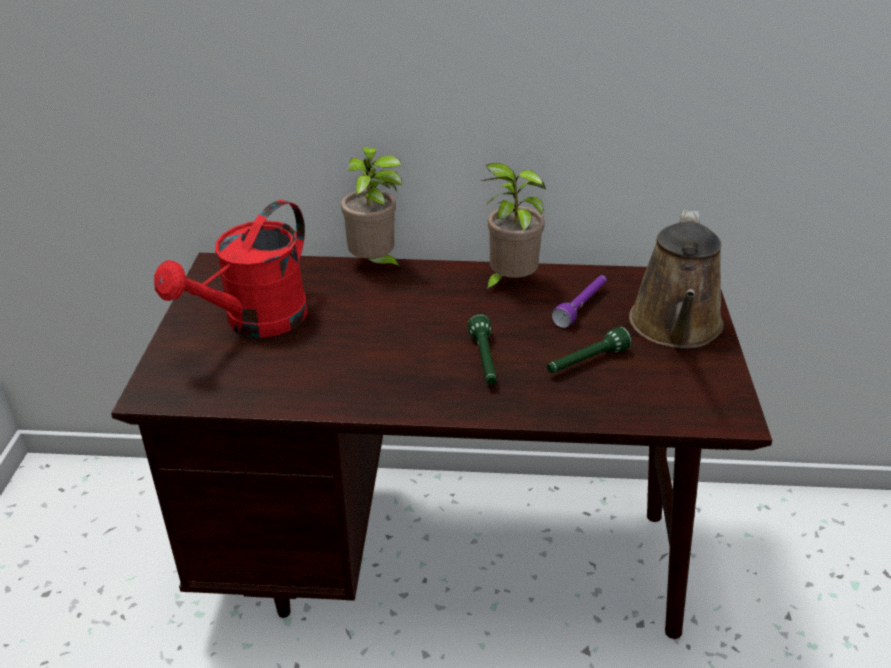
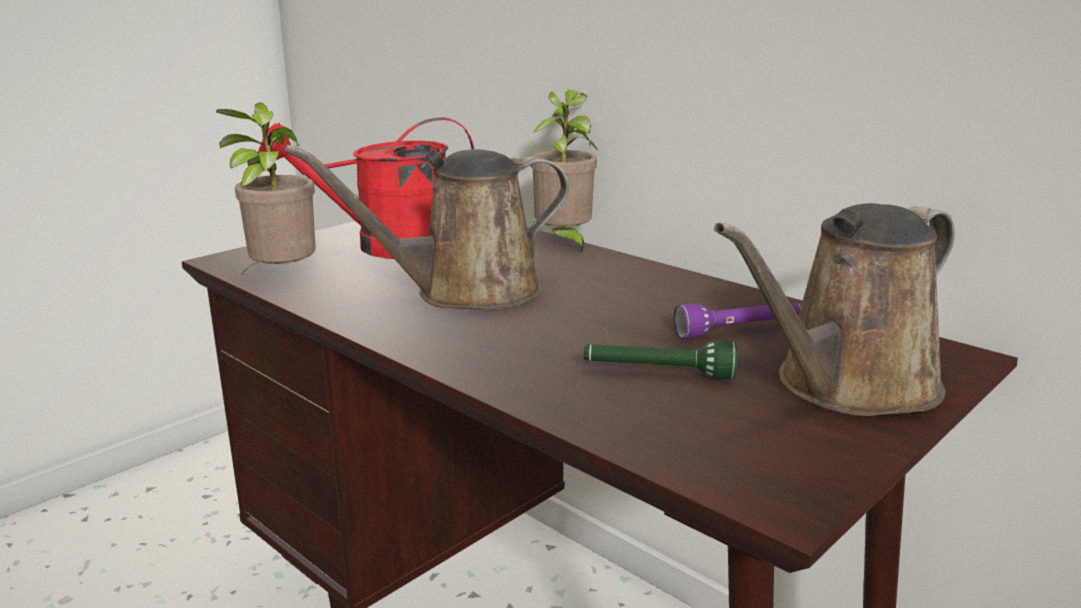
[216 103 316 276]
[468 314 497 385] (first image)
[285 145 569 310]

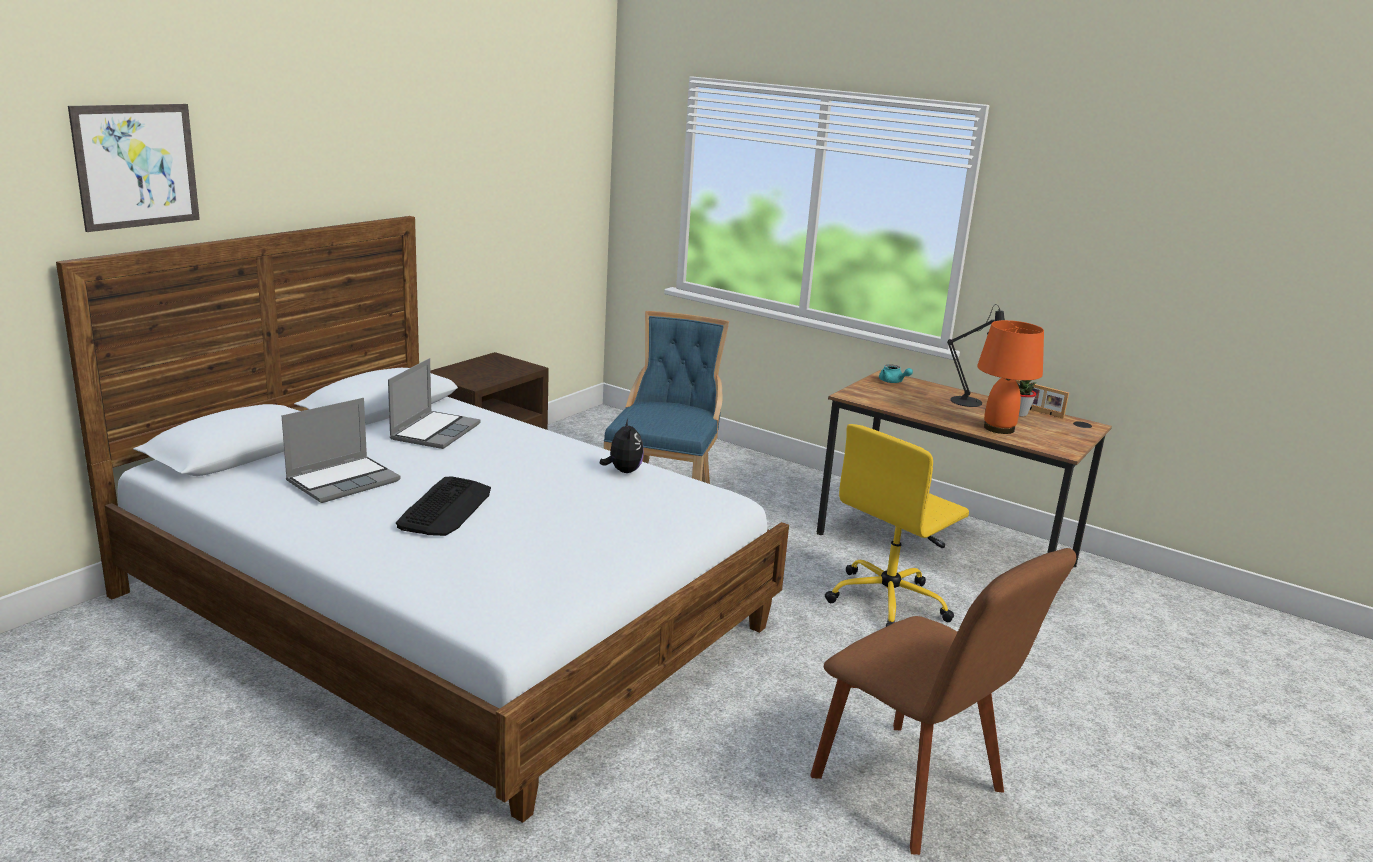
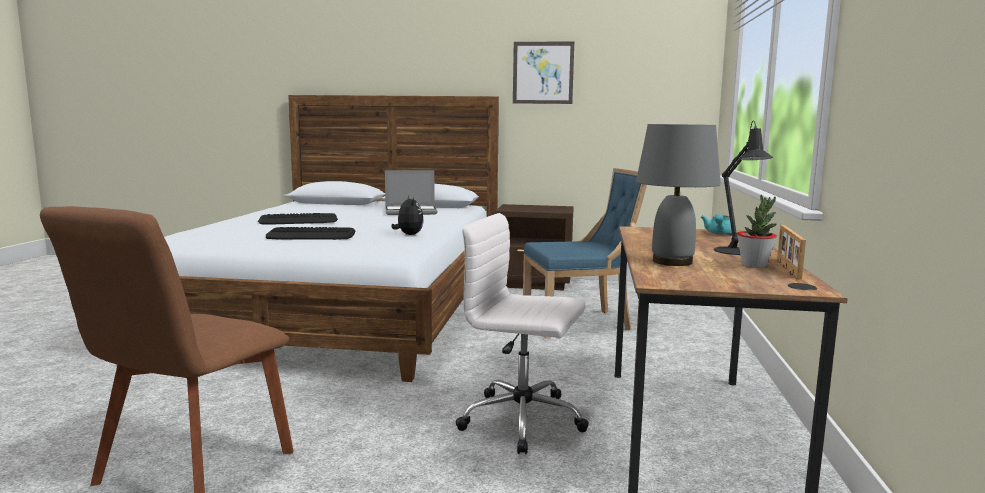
[513 42 574 104]
[636 124 721 266]
[281 398 401 503] (first image)
[391 196 424 235]
[456 213 589 454]
[266 227 356 240]

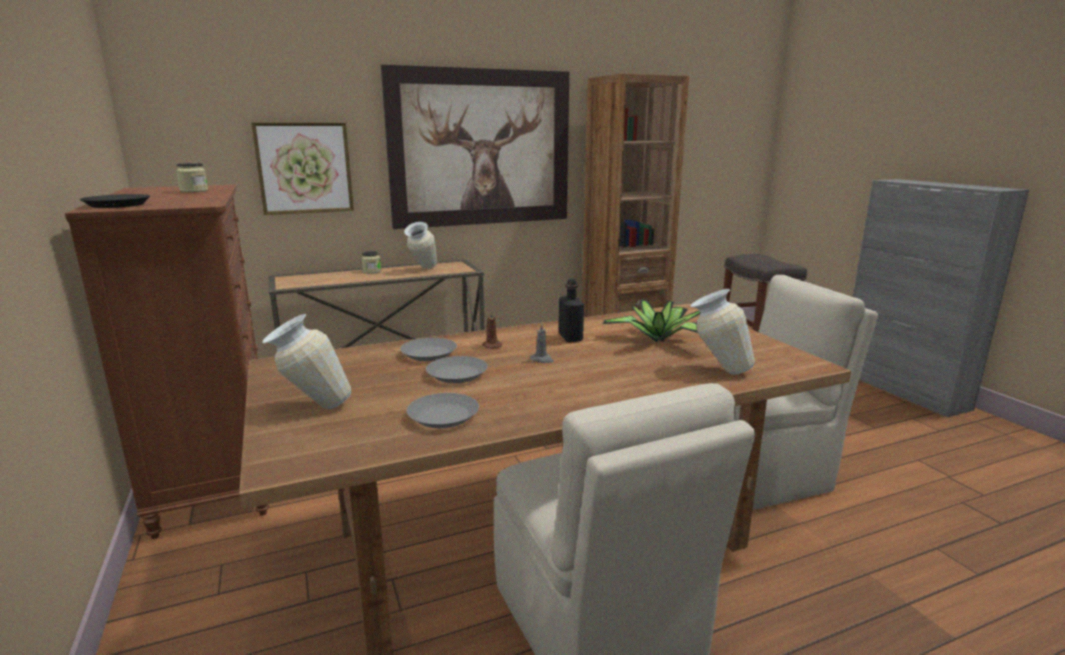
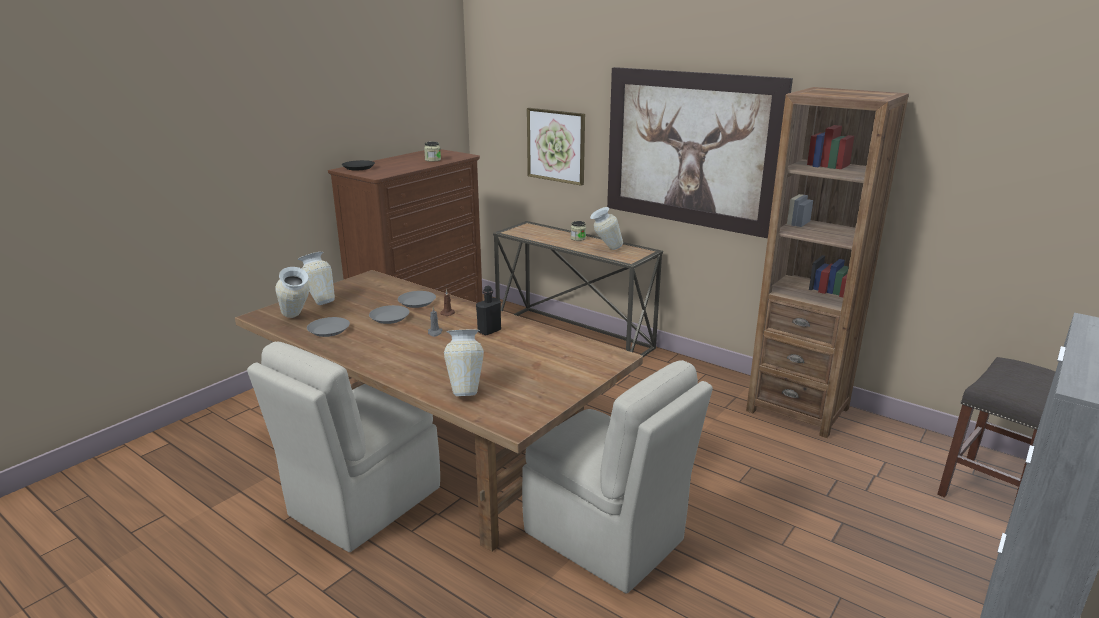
[603 300 700 342] (first image)
[275 267 310 318]

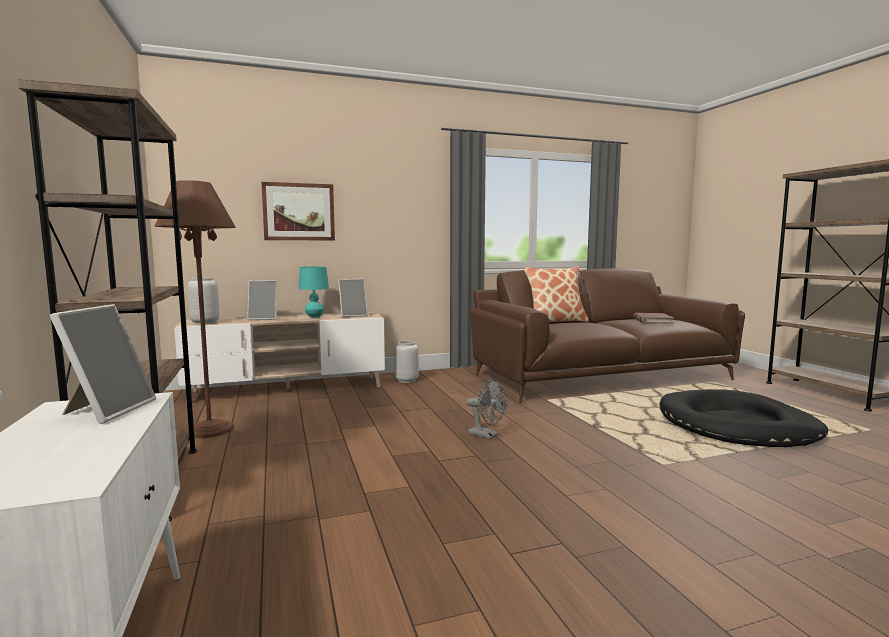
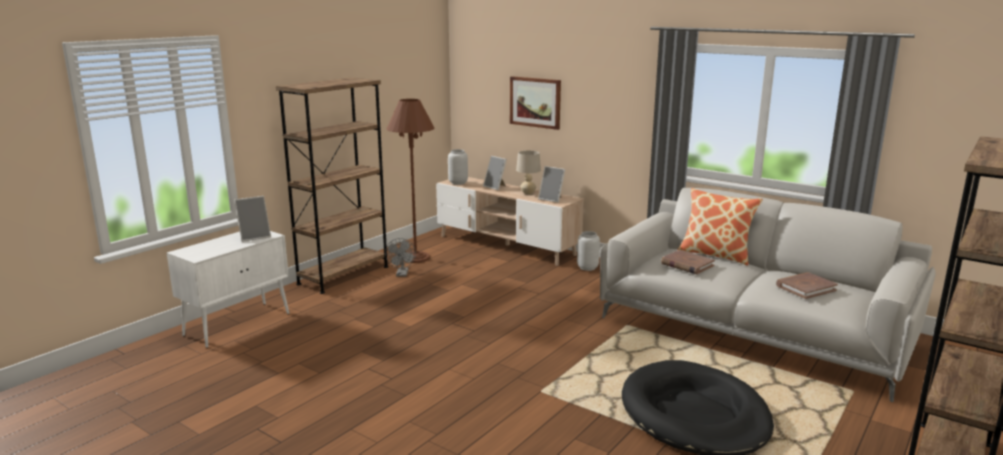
[516 150 541 195]
[600 188 936 402]
[385 238 416 276]
[661 250 715 274]

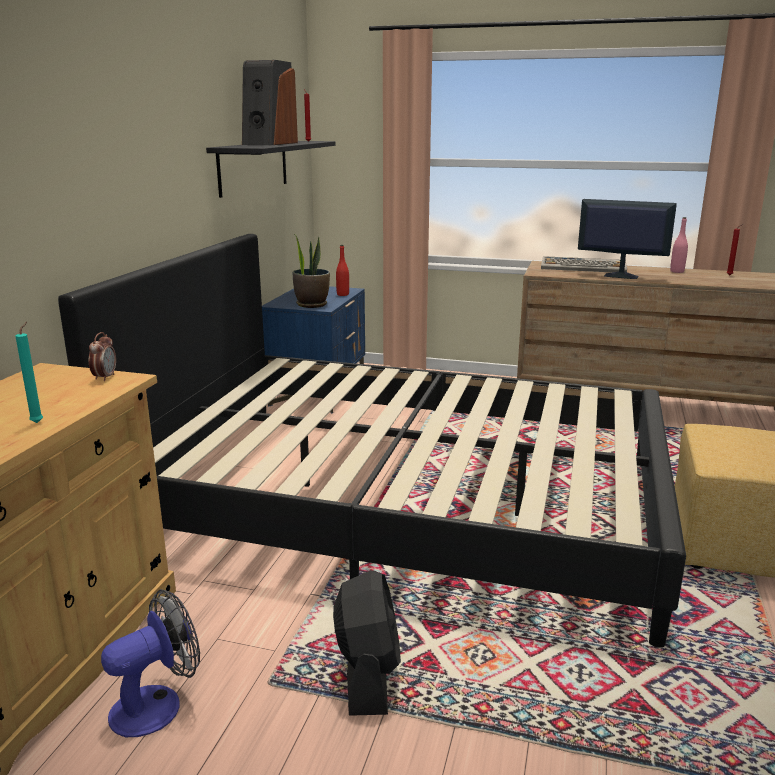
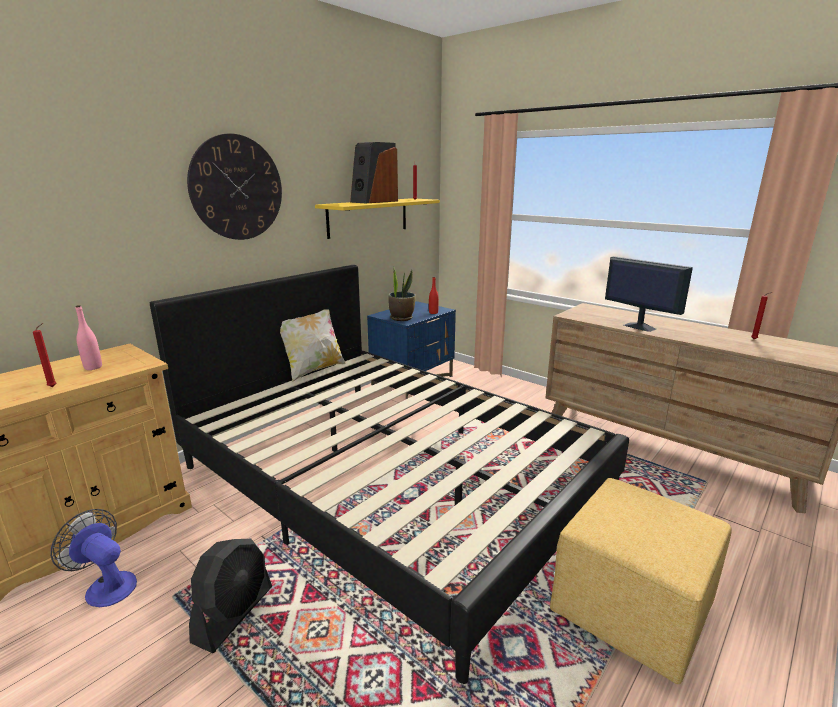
[315 198 440 239]
[75 305 102 370]
[541 256 627 272] (first image)
[33 323 56 387]
[89 332 116 381] (first image)
[50 509 137 607]
[187 133 282 240]
[280 309 345 382]

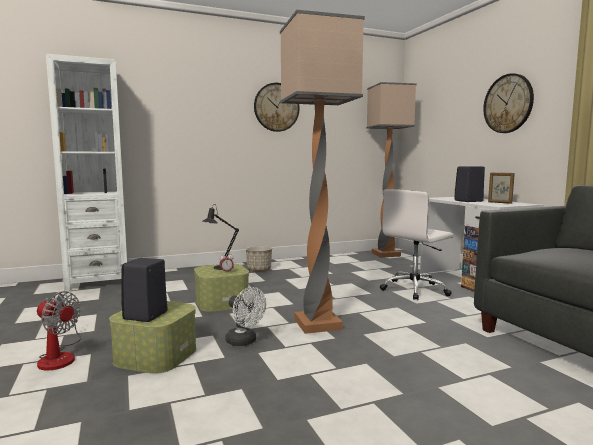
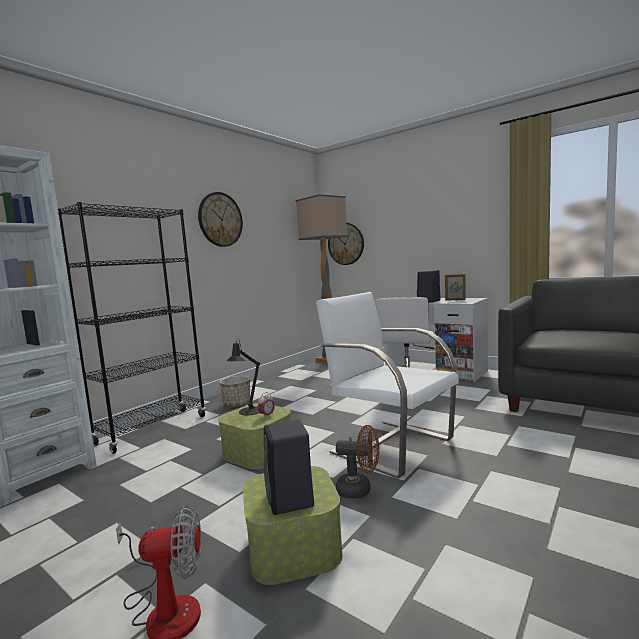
[316 292 459 478]
[328 223 364 265]
[336 425 379 499]
[58 202 206 454]

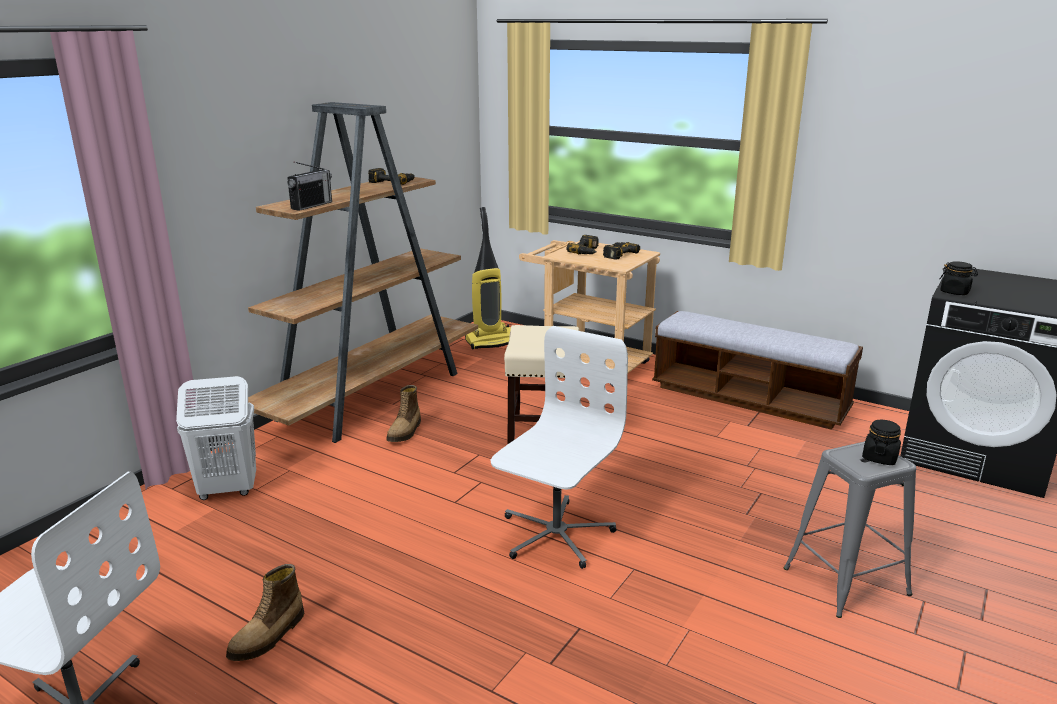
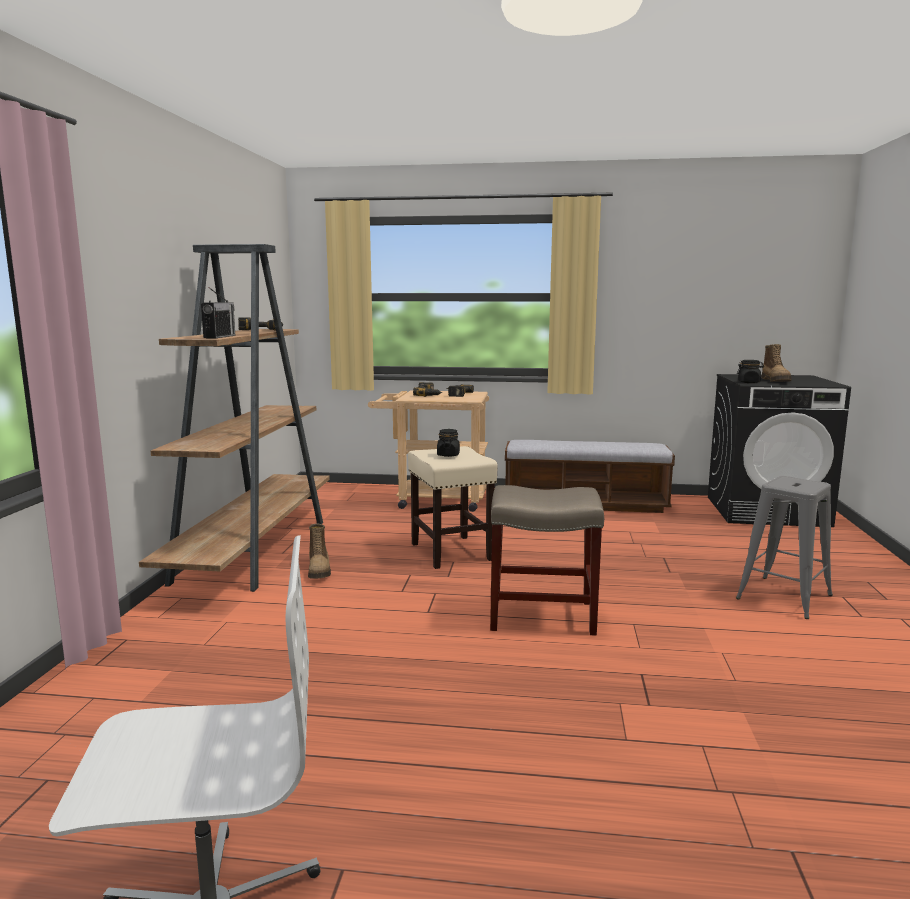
[465 207 511 349] (first image)
[490 485 604 635]
[176 376 256 500] (first image)
[437 429 460 457]
[761 344 792 382]

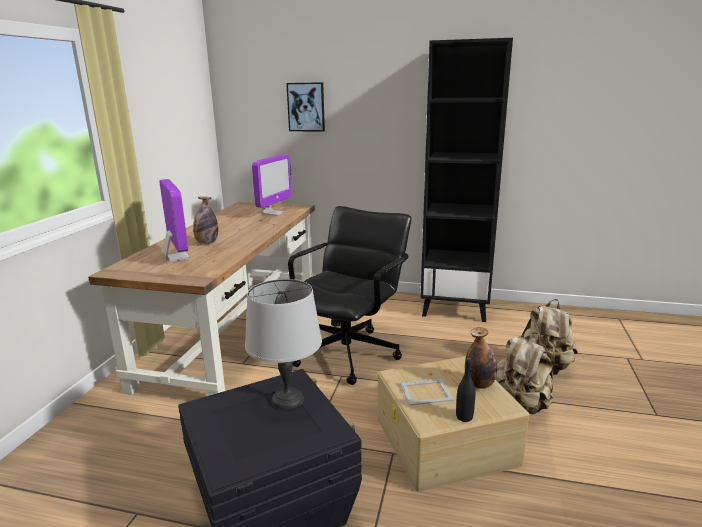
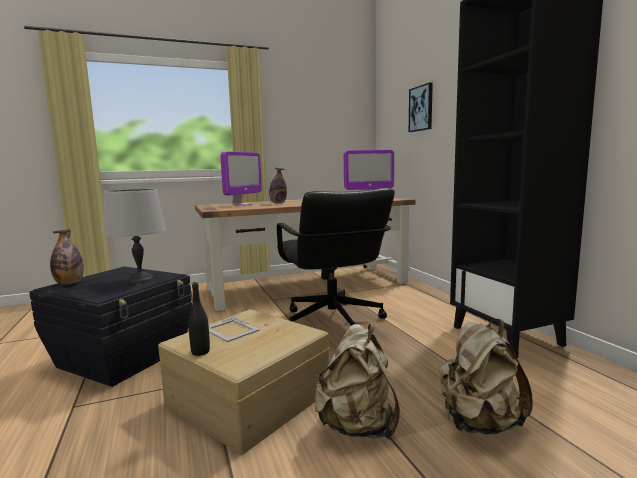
[277 188 395 326]
[50 229 84 285]

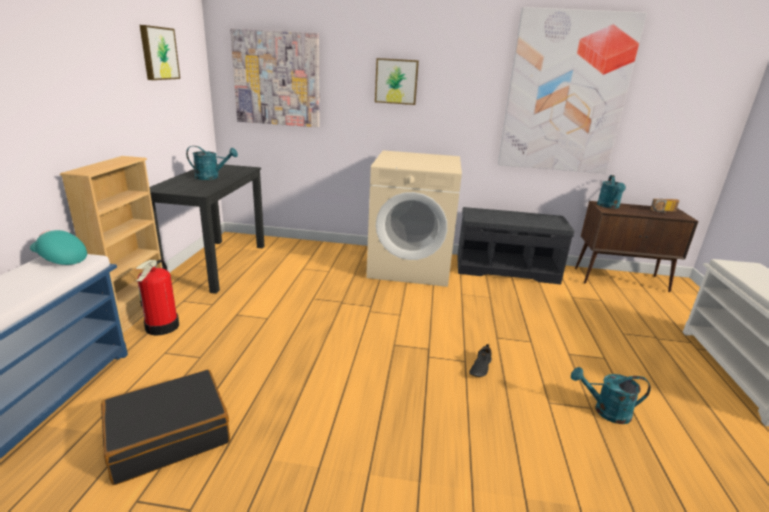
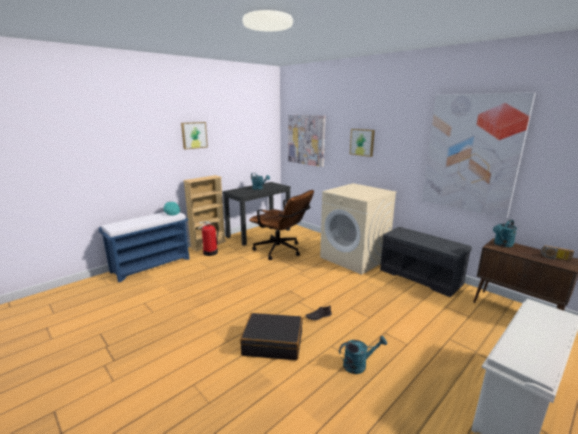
[181 122 208 149]
[339 336 387 374]
[240 313 303 360]
[249 190 314 260]

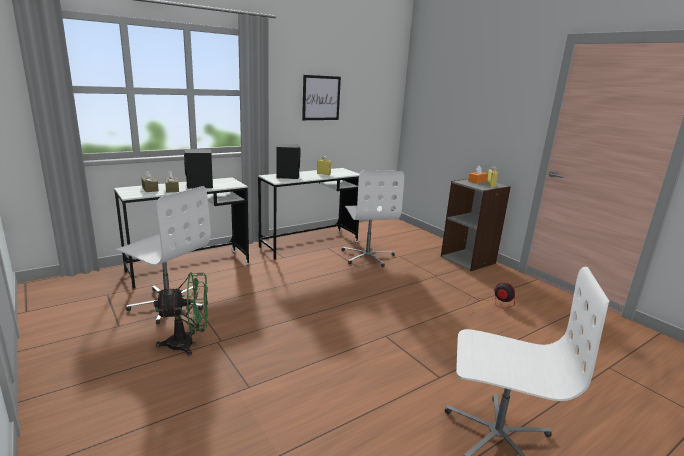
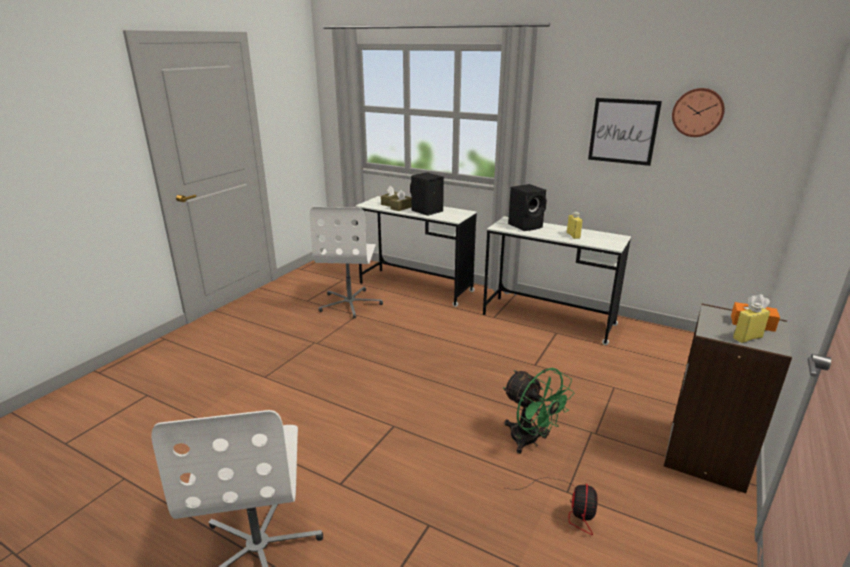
[342 170 404 267] (first image)
[503 368 574 454]
[672 88 725 137]

